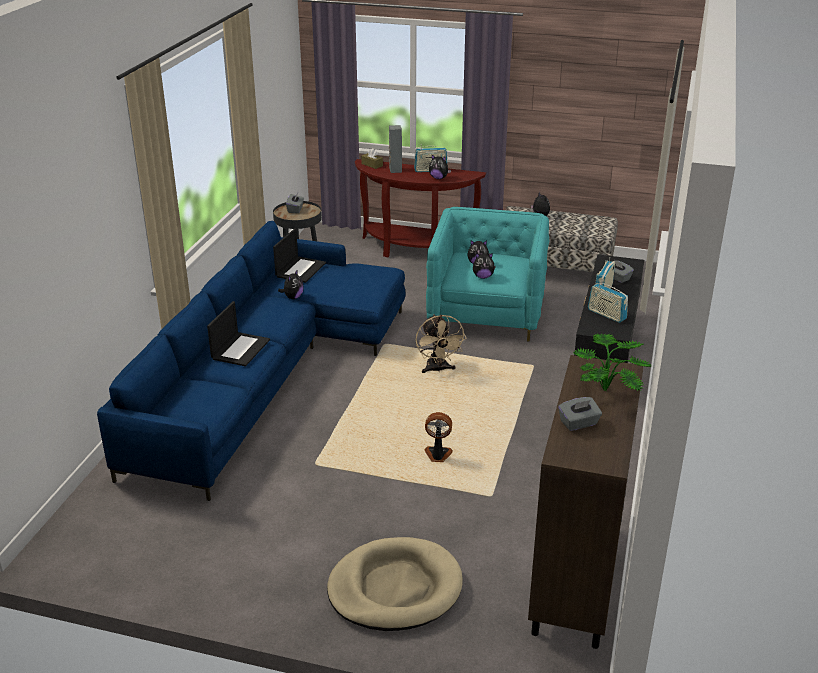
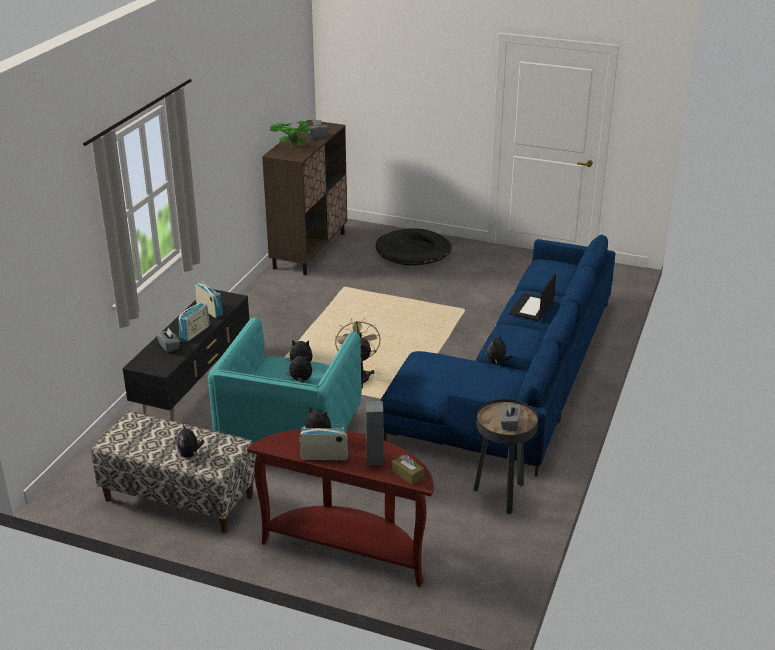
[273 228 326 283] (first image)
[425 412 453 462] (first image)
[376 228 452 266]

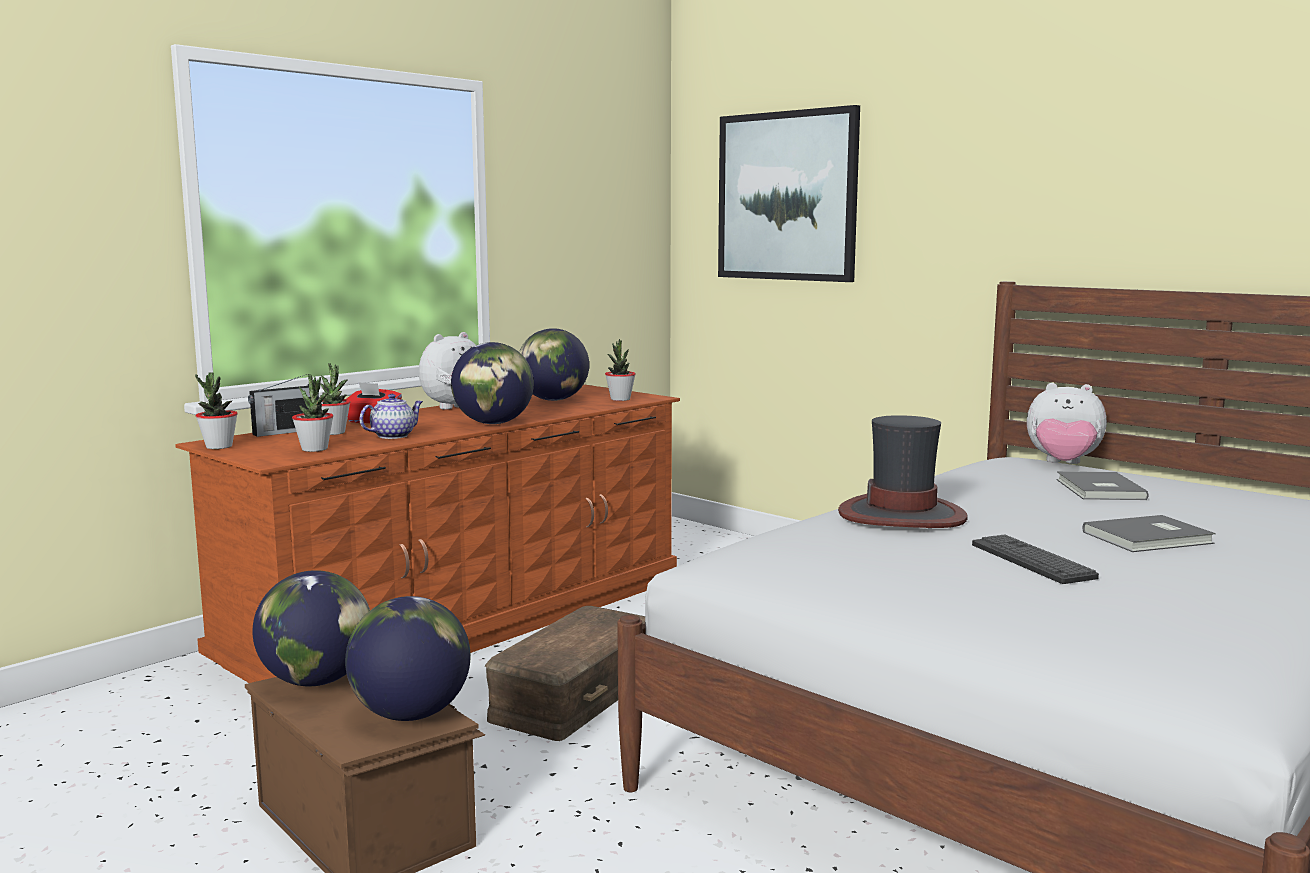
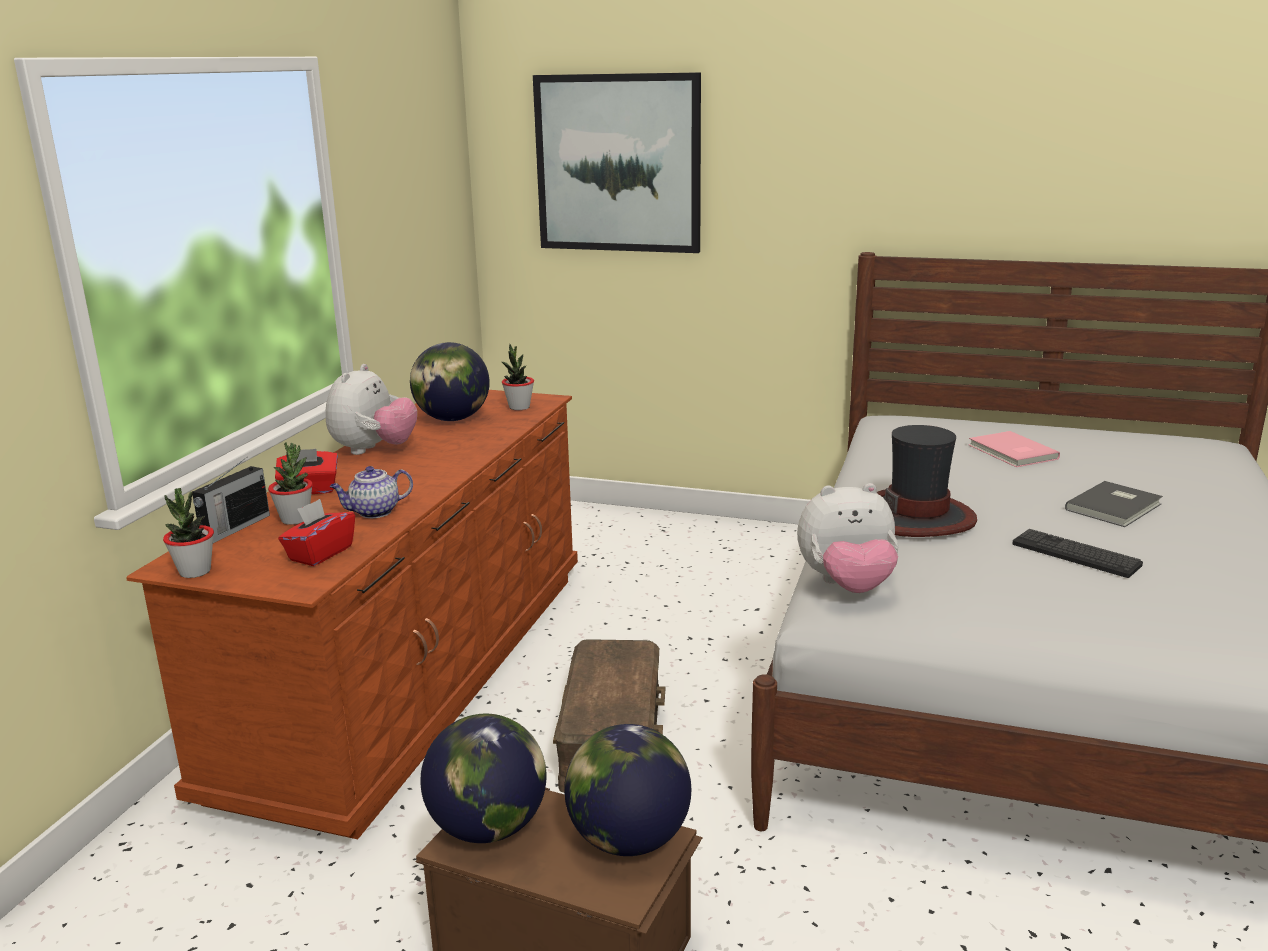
[451 342 534 424] (first image)
[278 499 355 566]
[797 483 899 593]
[330 466 413 518]
[969 431 1060 467]

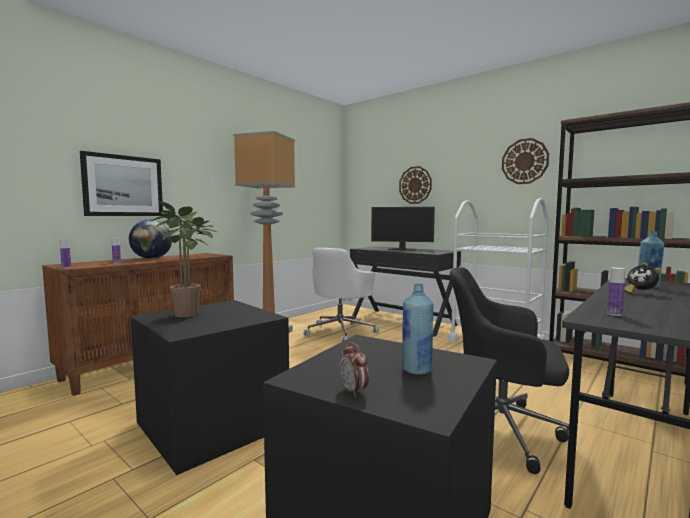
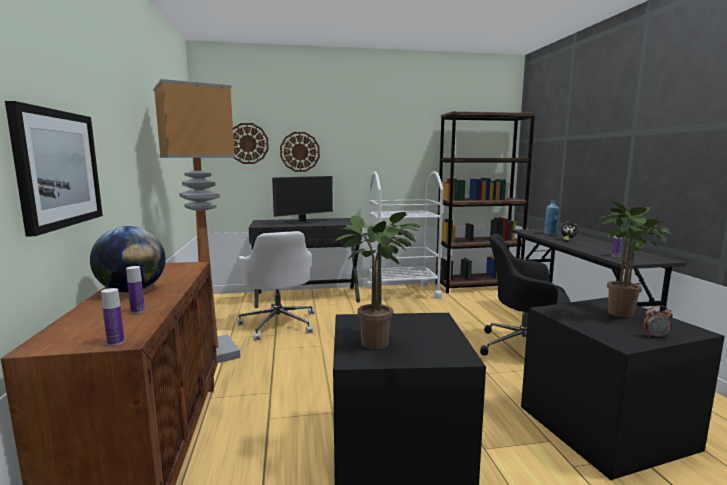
[233 123 269 164]
[480 233 571 356]
[599 201 673 318]

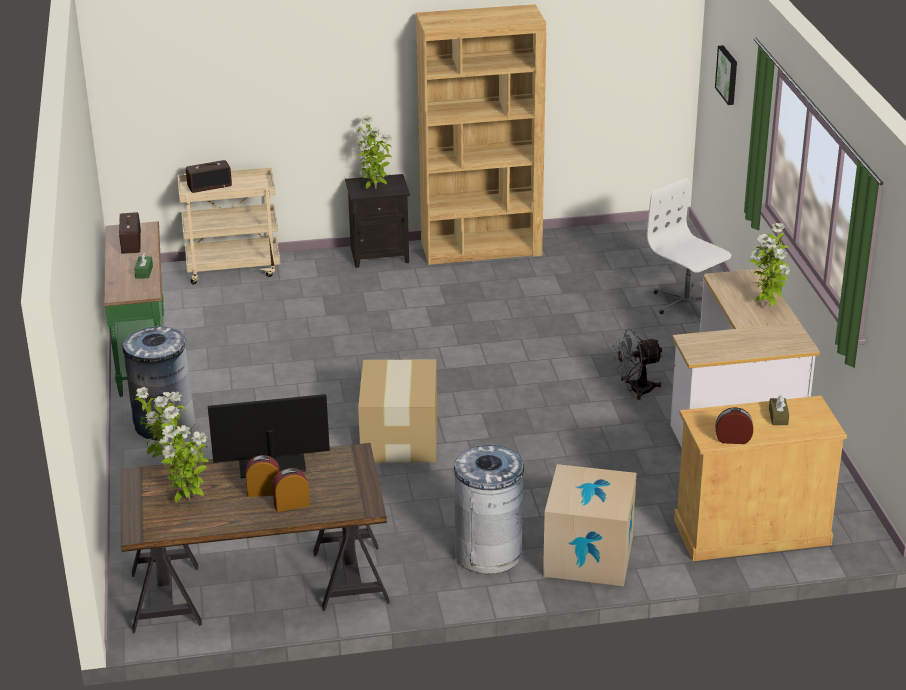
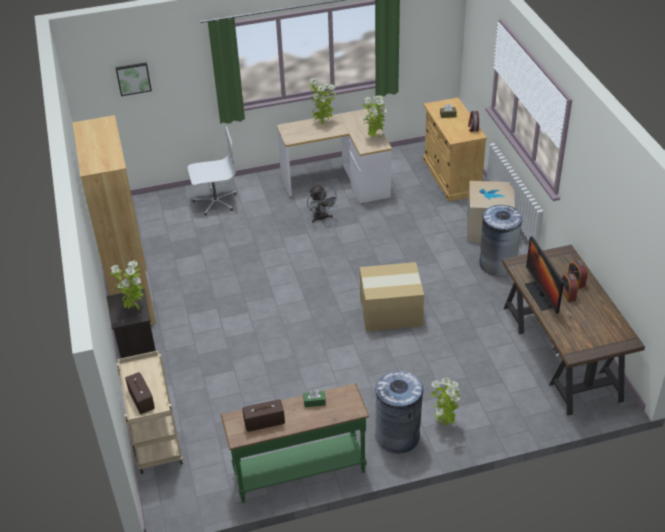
[188 126 237 215]
[361 95 387 138]

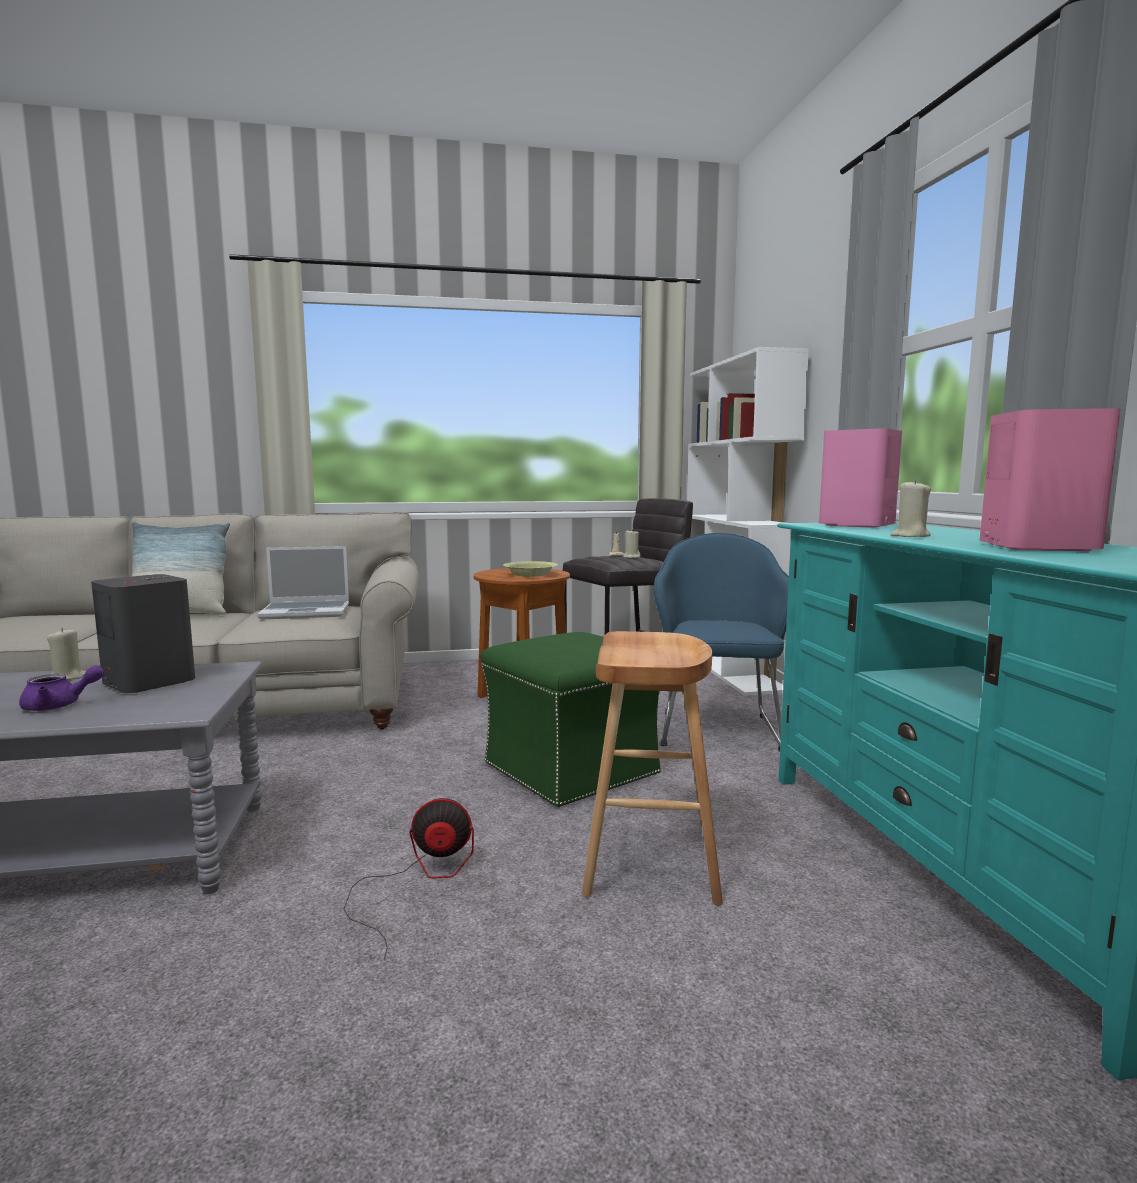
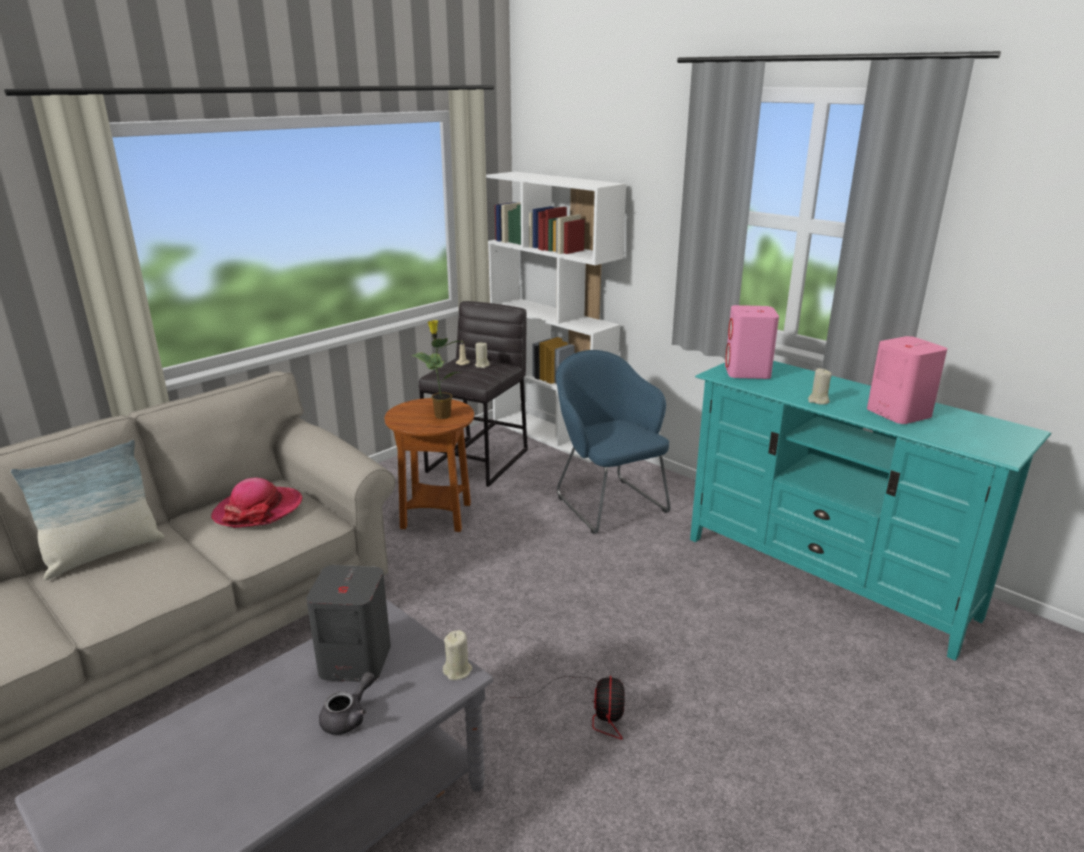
[211 478 302 528]
[412 320 465 419]
[443 630 472 680]
[582 631 723 906] (first image)
[481 632 661 808] (first image)
[319 672 375 735]
[510 676 625 740]

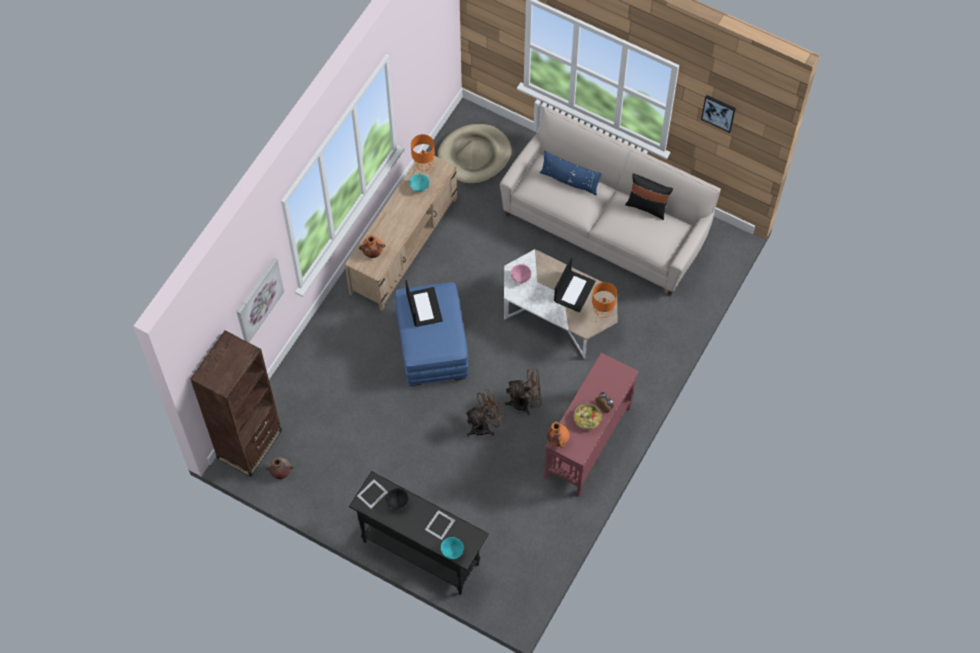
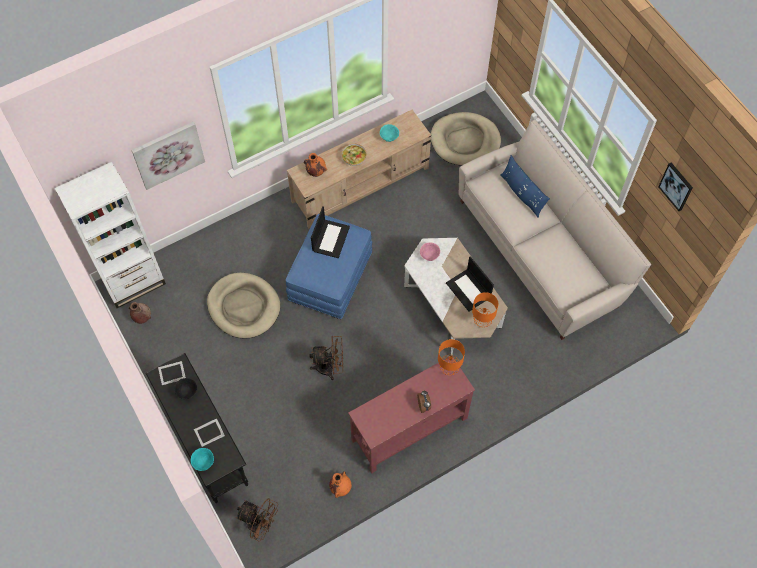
[438 339 465 375]
[625 173 673 220] (first image)
[446 256 494 312]
[55 162 166 308]
[236 498 278 541]
[342 144 366 166]
[329 471 352 498]
[207 272 280 338]

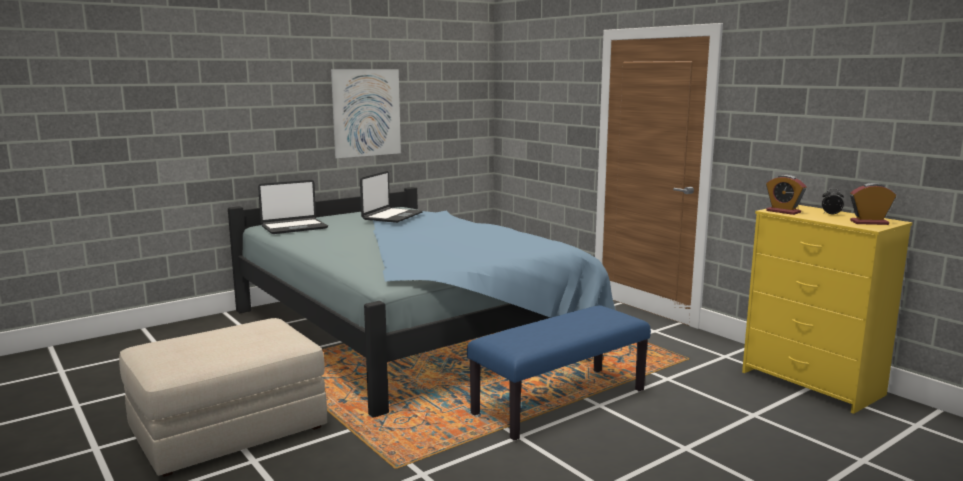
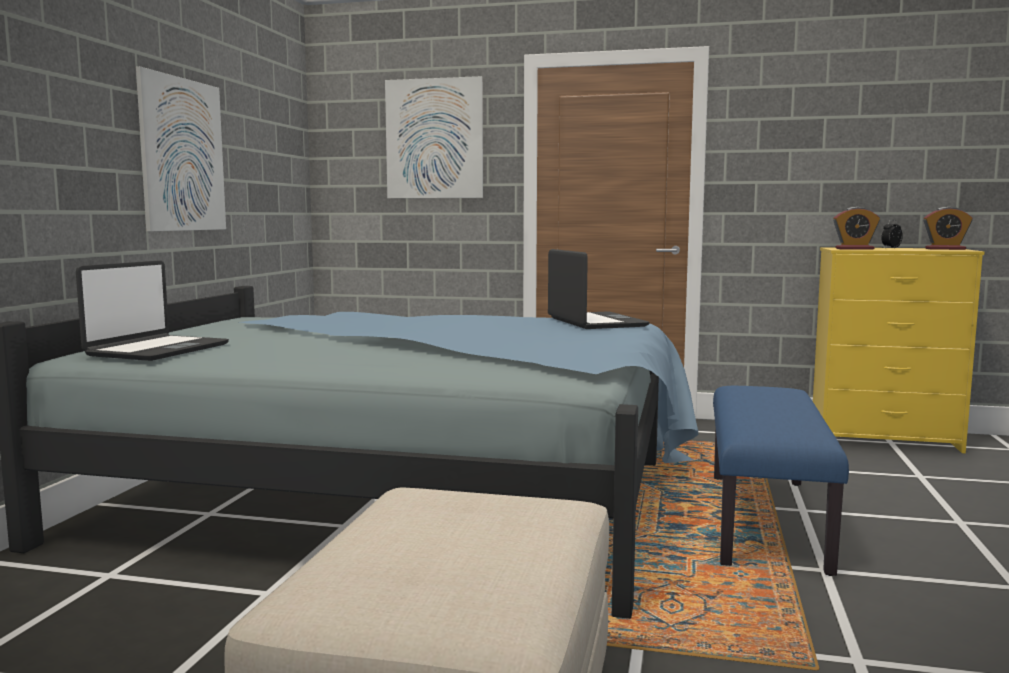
[548 249 650 329]
[923 207 972 250]
[385 76 483 198]

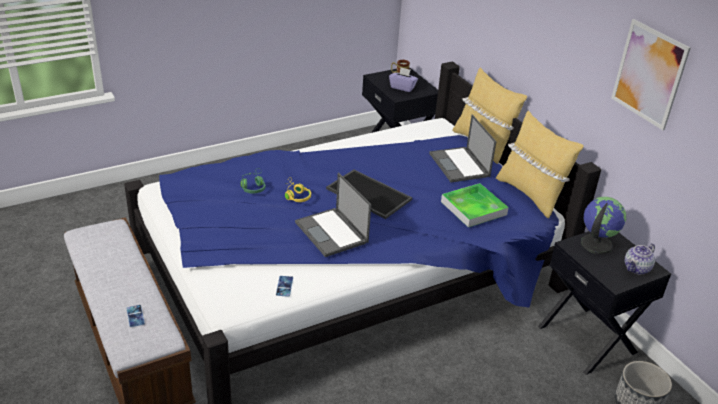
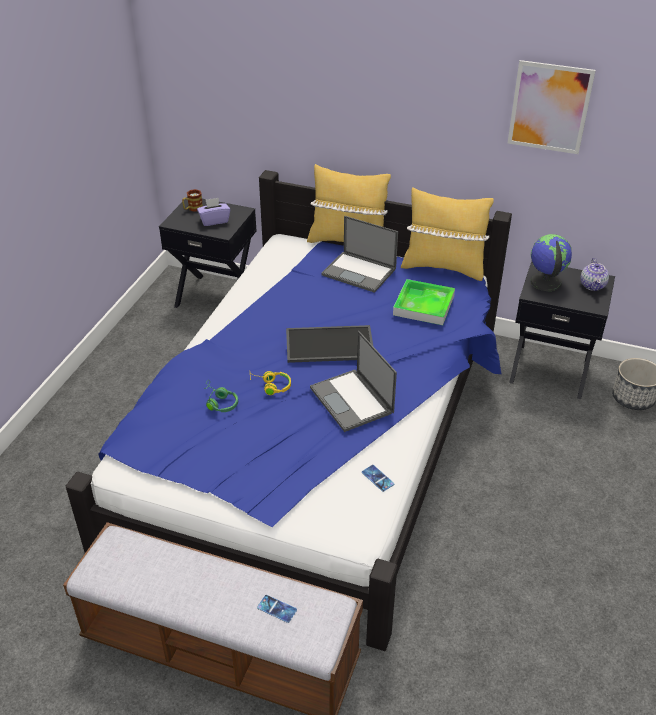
[310 331 397 432]

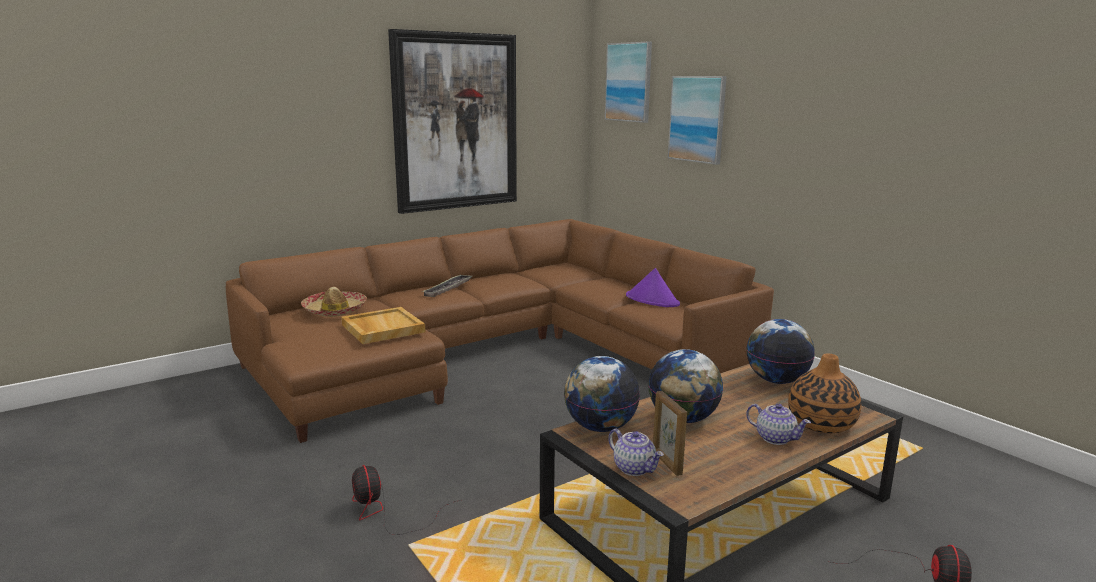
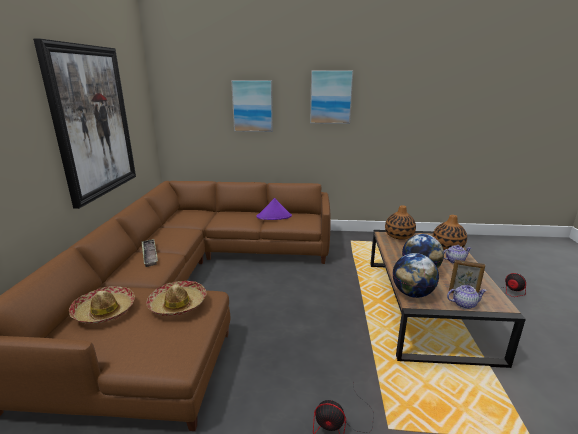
[310 70 353 124]
[146 281 207 316]
[385 205 416 240]

